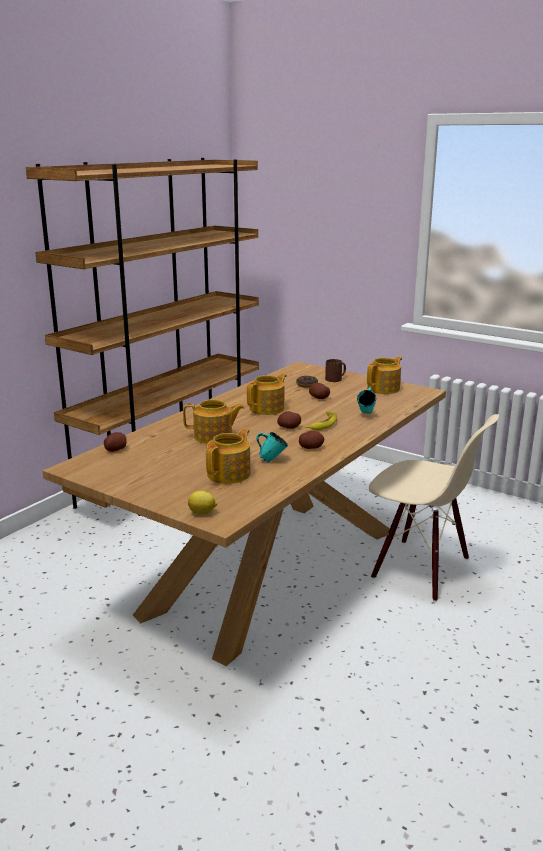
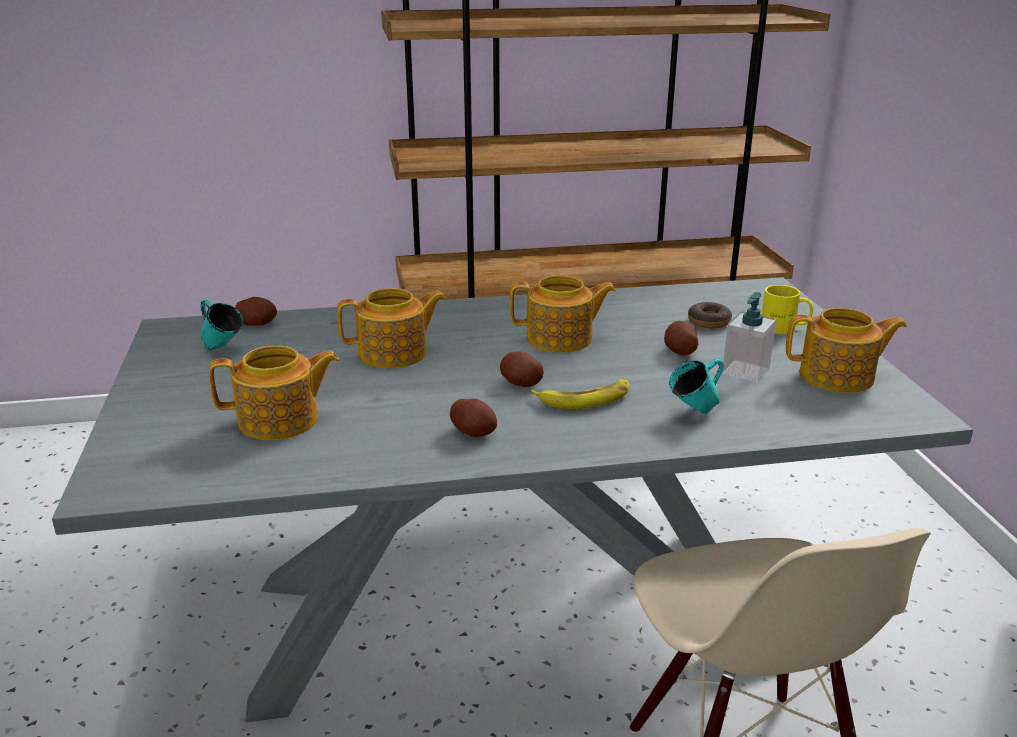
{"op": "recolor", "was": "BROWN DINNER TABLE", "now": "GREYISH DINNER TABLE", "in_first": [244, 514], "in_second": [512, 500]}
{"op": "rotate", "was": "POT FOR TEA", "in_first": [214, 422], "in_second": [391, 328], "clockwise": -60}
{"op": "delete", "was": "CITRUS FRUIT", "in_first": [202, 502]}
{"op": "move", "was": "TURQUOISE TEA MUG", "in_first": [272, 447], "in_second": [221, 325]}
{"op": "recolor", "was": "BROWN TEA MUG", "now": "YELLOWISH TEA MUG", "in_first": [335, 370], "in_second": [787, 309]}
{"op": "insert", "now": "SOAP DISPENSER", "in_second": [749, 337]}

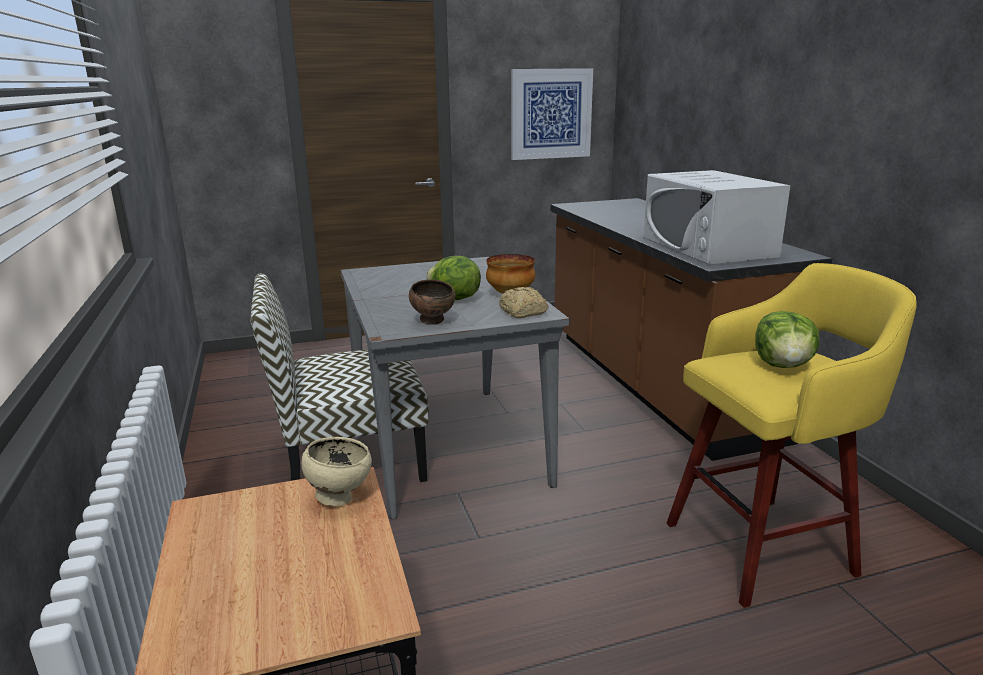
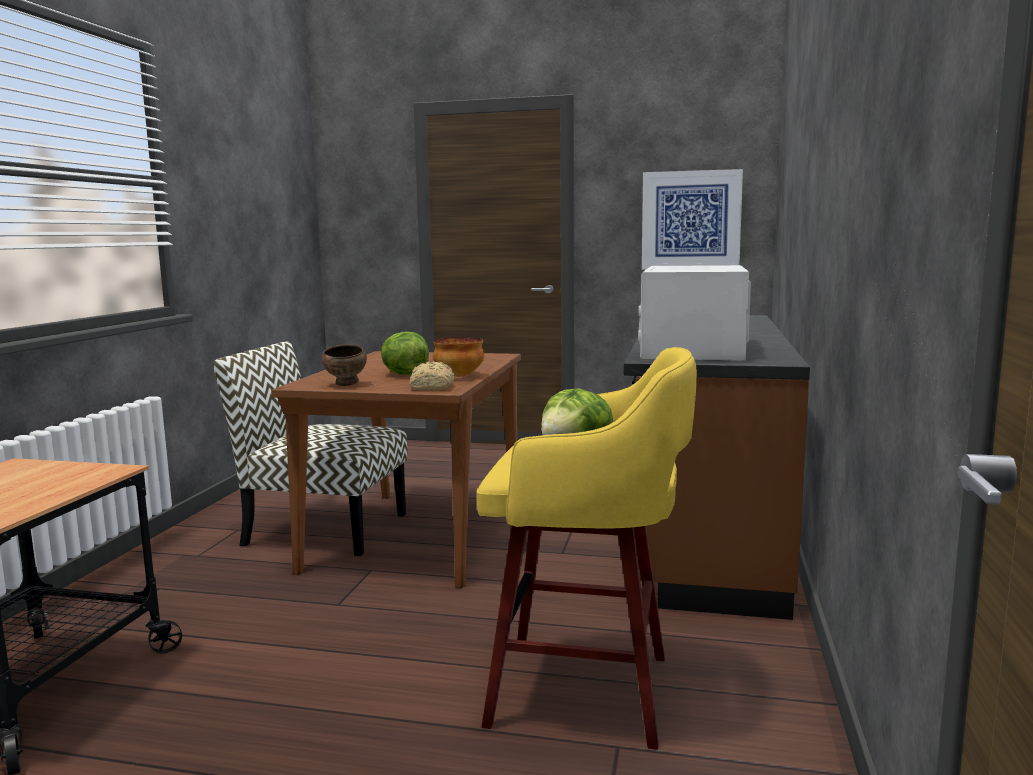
{"op": "delete", "was": "SAND-COLOURED BOWL", "in_first": [337, 471]}
{"op": "recolor", "was": "GREYISH DINNER TABLE", "now": "BROWN DINNER TABLE", "in_first": [455, 388], "in_second": [396, 469]}

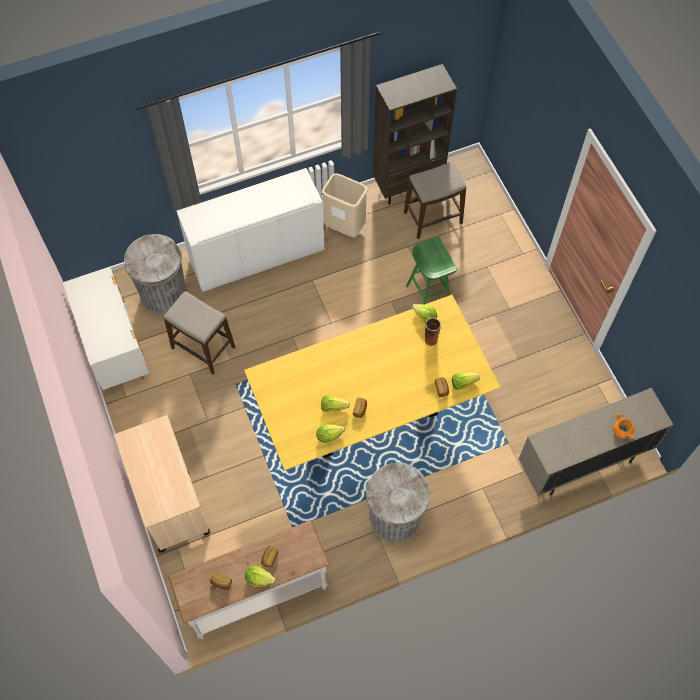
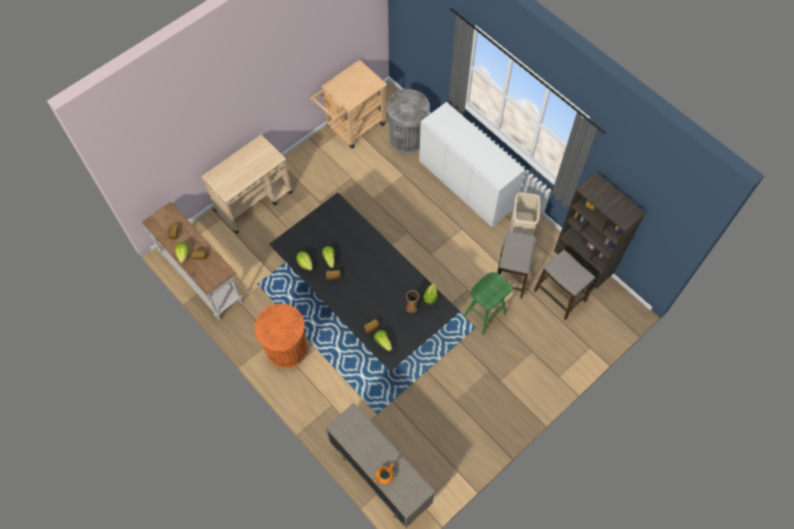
{"op": "replace", "was": "WHITE-COLOURED CHEST OF DRAWERS", "now": "SAND-COLOURED WHEELED CART", "in_first": [106, 329], "in_second": [348, 104]}
{"op": "move", "was": "SITTING STOOL", "in_first": [199, 333], "in_second": [516, 265]}
{"op": "recolor", "was": "YELLOWISH DINNER TABLE", "now": "BLACKISH DINNER TABLE", "in_first": [372, 383], "in_second": [364, 281]}
{"op": "recolor", "was": "GREYISH WASTE BIN", "now": "ORANGEY WASTE BIN", "in_first": [398, 503], "in_second": [281, 336]}

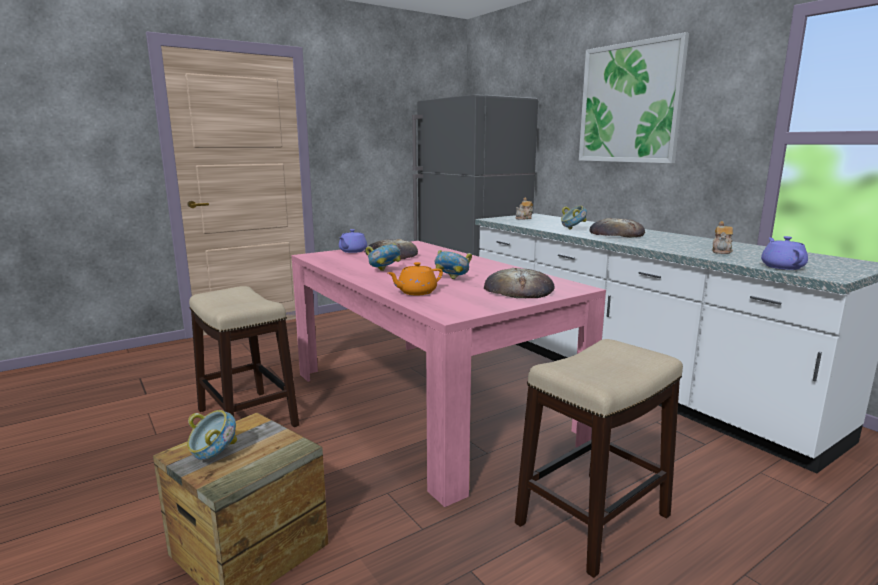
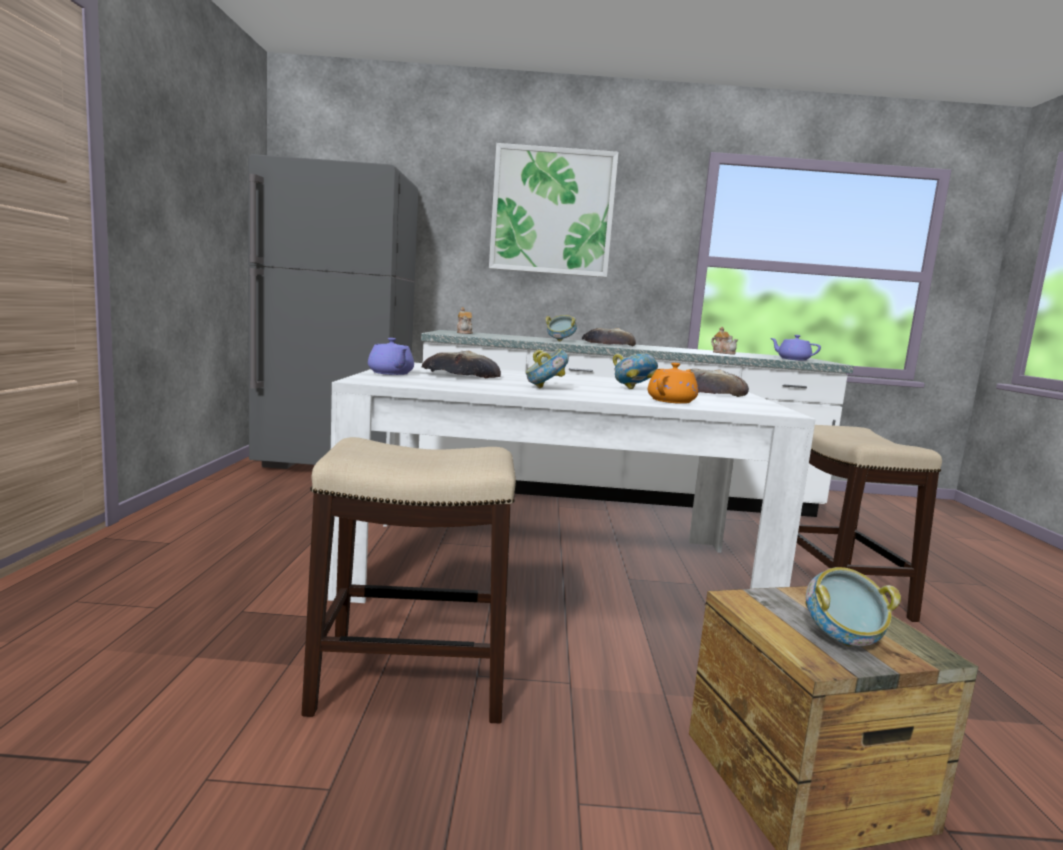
{"op": "recolor", "was": "PINKISH DINNER TABLE", "now": "WHITE-COLOURED DINNER TABLE", "in_first": [448, 374], "in_second": [572, 483]}
{"op": "rotate", "was": "ORANGEY POT FOR TEA", "in_first": [415, 278], "in_second": [673, 383], "clockwise": -150}

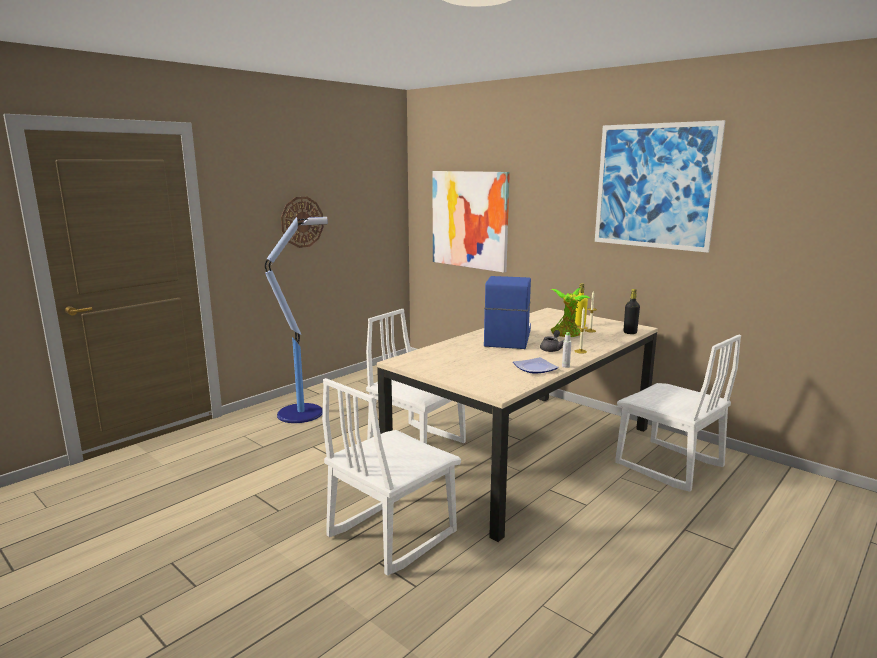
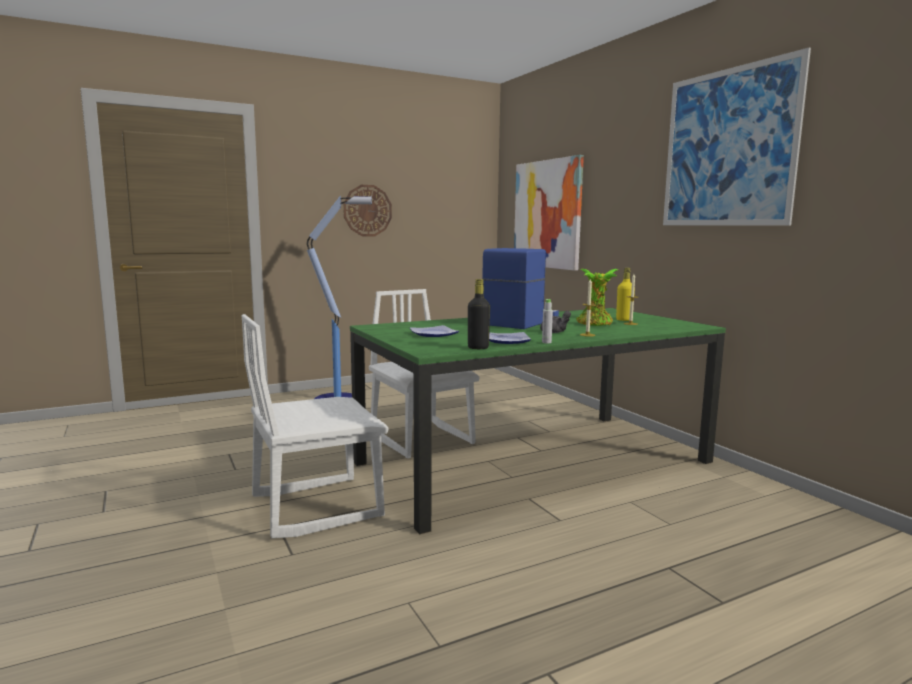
{"op": "recolor", "was": "SAND-COLOURED DINNER TABLE", "now": "GREEN-COLOURED DINNER TABLE", "in_first": [517, 425], "in_second": [538, 421]}
{"op": "delete", "was": "WHITE-COLOURED PLAIN CHAIR", "in_first": [678, 413]}
{"op": "move", "was": "BLACKISH BOTTLE", "in_first": [632, 311], "in_second": [479, 314]}
{"op": "insert", "now": "DINNER PLATE", "in_second": [434, 331]}

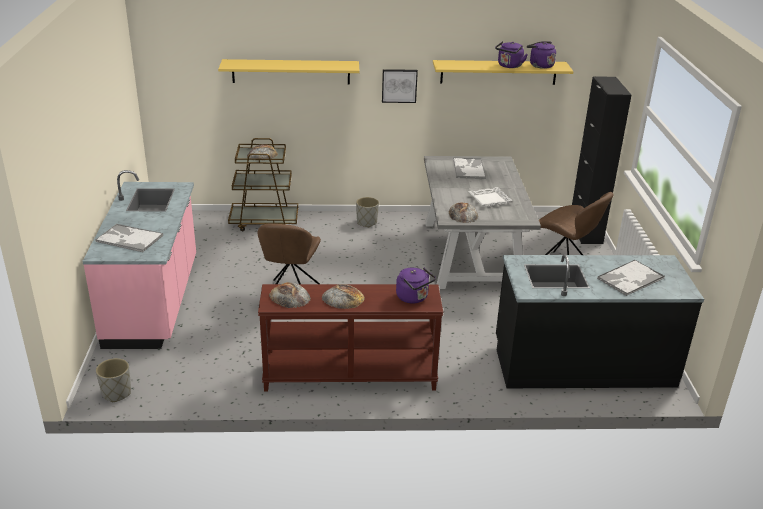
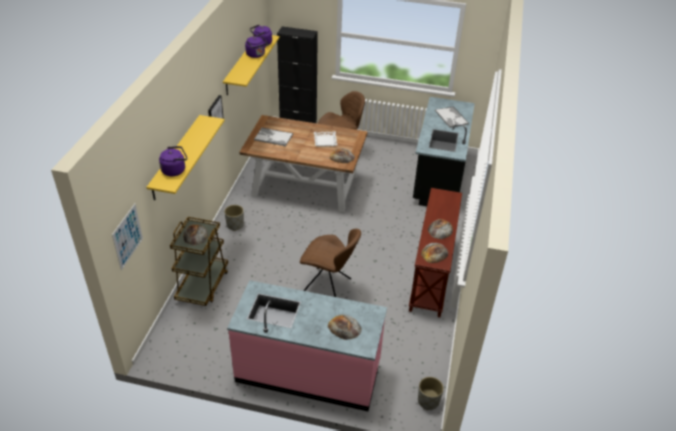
{"op": "replace", "was": "SERVING TRAY", "now": "BAKED BREAD", "in_first": [129, 238], "in_second": [345, 327]}
{"op": "move", "was": "PURPLE-COLOURED WATER KETTLE", "in_first": [416, 285], "in_second": [173, 161]}
{"op": "recolor", "was": "GREYISH DINNER TABLE", "now": "BROWN DINNER TABLE", "in_first": [482, 222], "in_second": [303, 163]}
{"op": "insert", "now": "WALL ART", "in_second": [127, 237]}

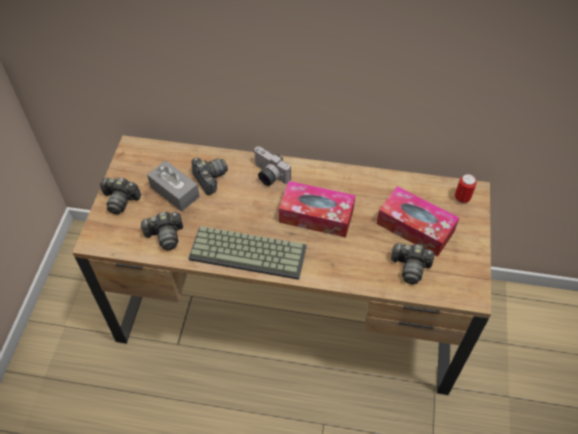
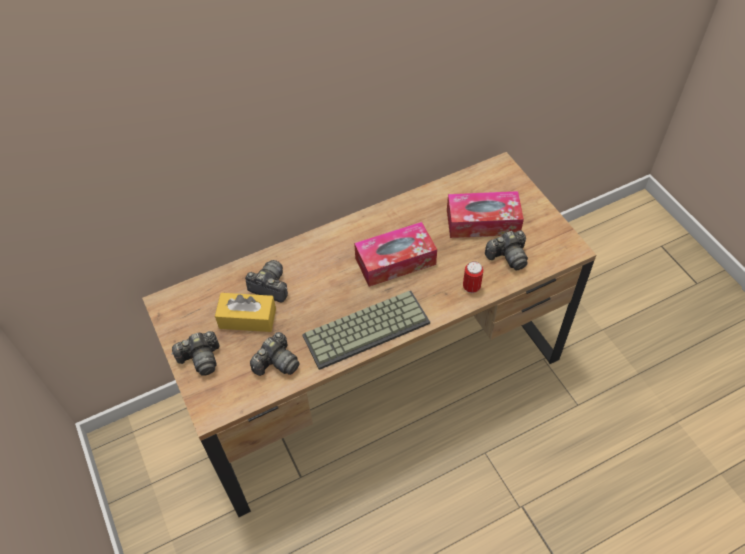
{"op": "recolor", "was": "GREYISH TISSUE HOLDER", "now": "YELLOWISH TISSUE HOLDER", "in_first": [173, 186], "in_second": [245, 312]}
{"op": "delete", "was": "PHOTO CAMERA", "in_first": [272, 166]}
{"op": "move", "was": "CAN", "in_first": [466, 189], "in_second": [473, 277]}

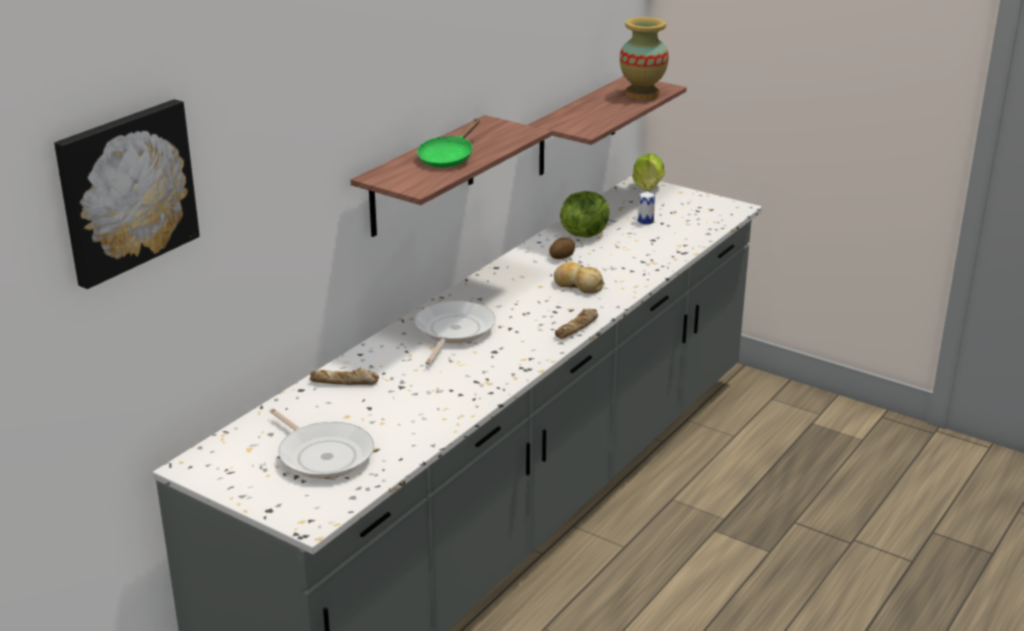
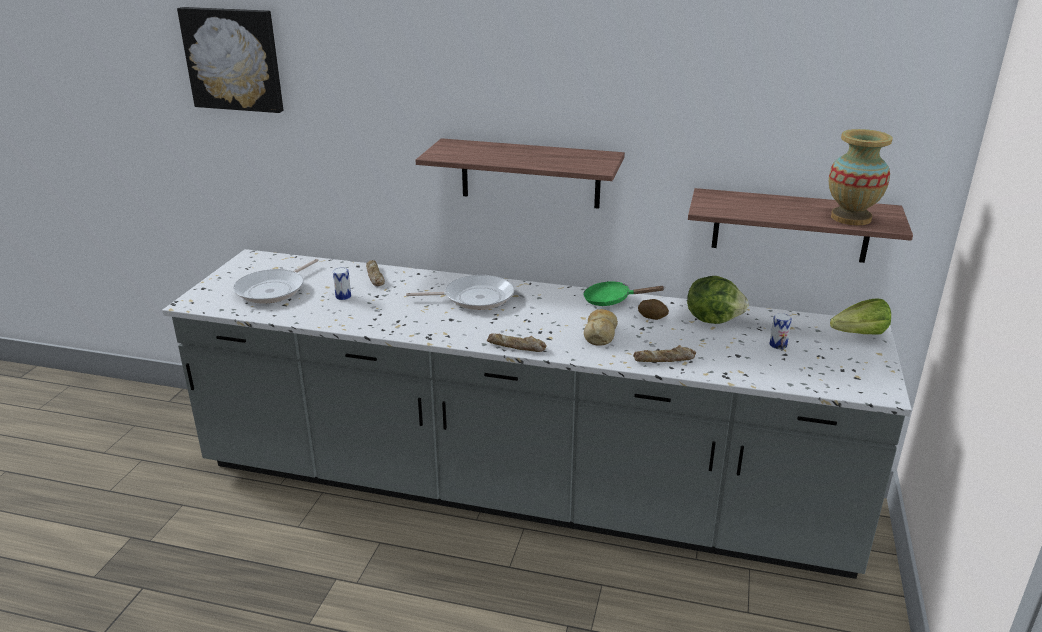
{"op": "move", "was": "GREEN-COLOURED PAN", "in_first": [448, 143], "in_second": [623, 293]}
{"op": "insert", "now": "CAN", "in_second": [342, 283]}
{"op": "insert", "now": "BAKED BREAD", "in_second": [664, 353]}

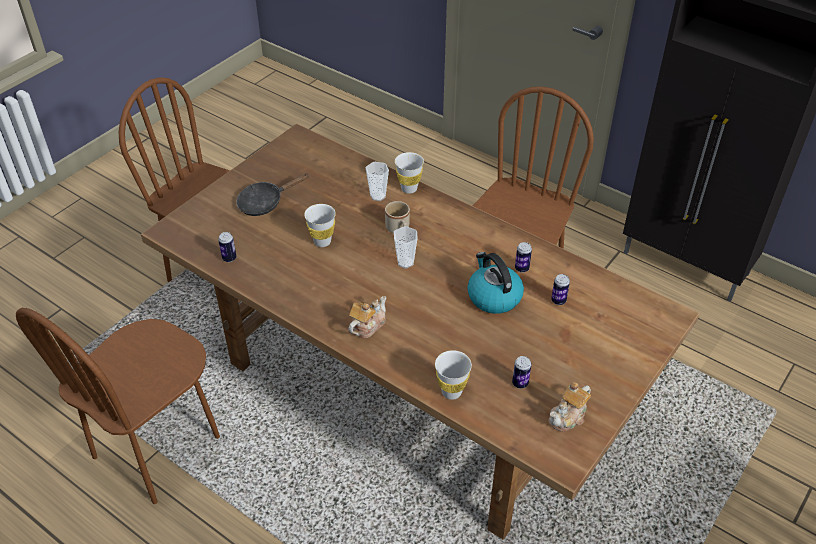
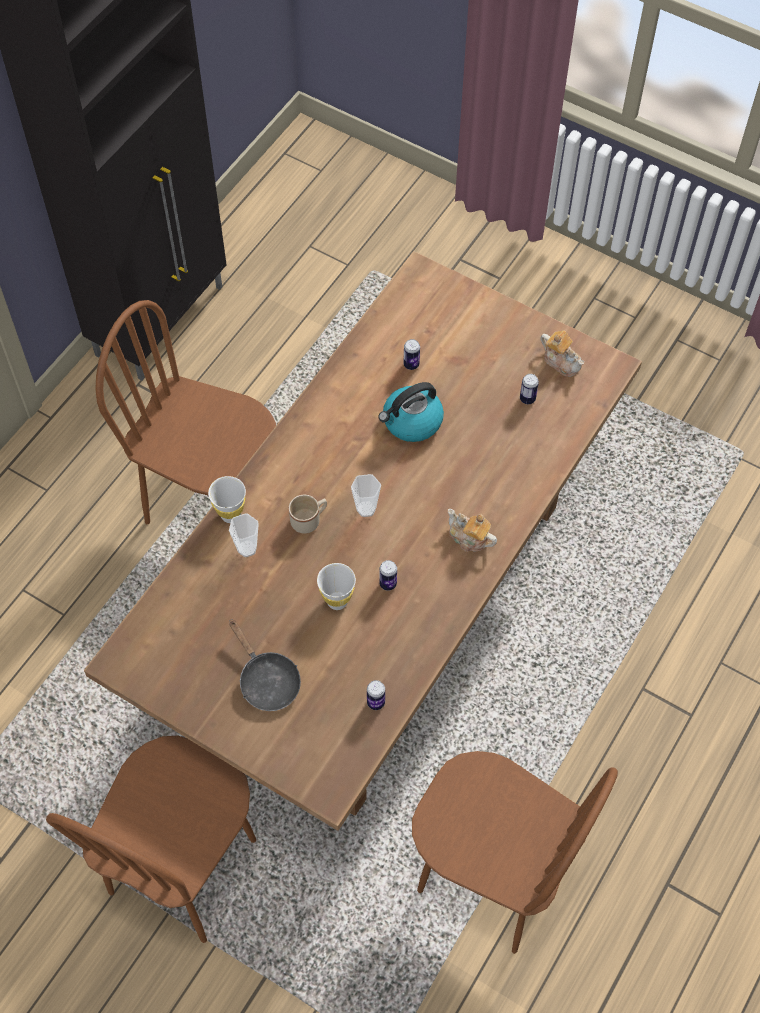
{"op": "delete", "was": "WHITE-COLOURED DRINKING CUP", "in_first": [453, 375]}
{"op": "move", "was": "CAN", "in_first": [523, 257], "in_second": [388, 575]}

